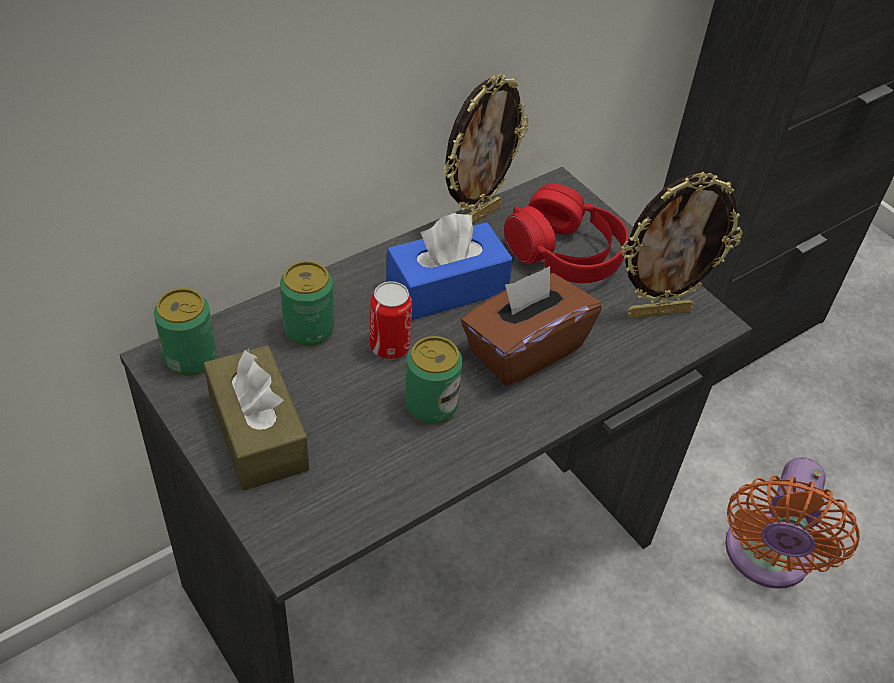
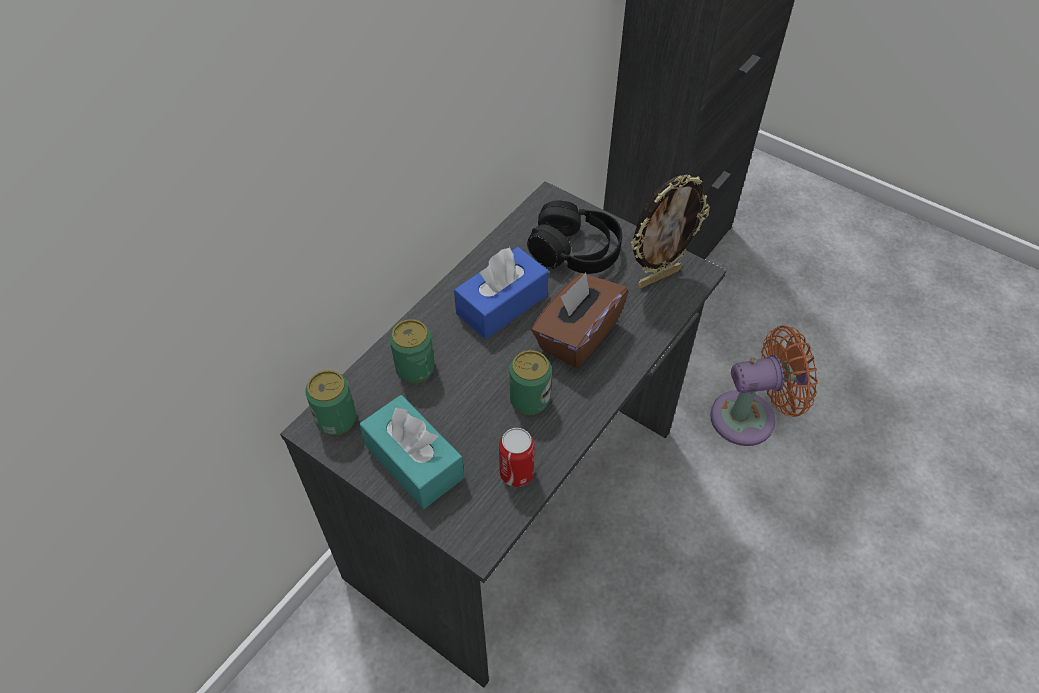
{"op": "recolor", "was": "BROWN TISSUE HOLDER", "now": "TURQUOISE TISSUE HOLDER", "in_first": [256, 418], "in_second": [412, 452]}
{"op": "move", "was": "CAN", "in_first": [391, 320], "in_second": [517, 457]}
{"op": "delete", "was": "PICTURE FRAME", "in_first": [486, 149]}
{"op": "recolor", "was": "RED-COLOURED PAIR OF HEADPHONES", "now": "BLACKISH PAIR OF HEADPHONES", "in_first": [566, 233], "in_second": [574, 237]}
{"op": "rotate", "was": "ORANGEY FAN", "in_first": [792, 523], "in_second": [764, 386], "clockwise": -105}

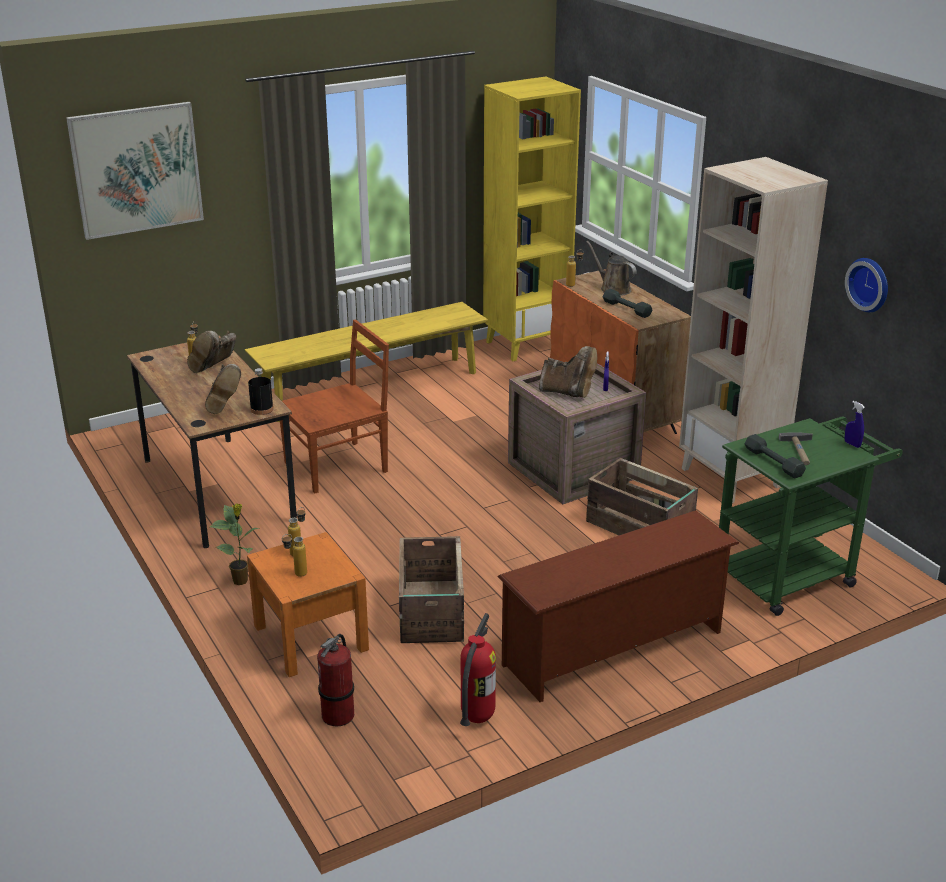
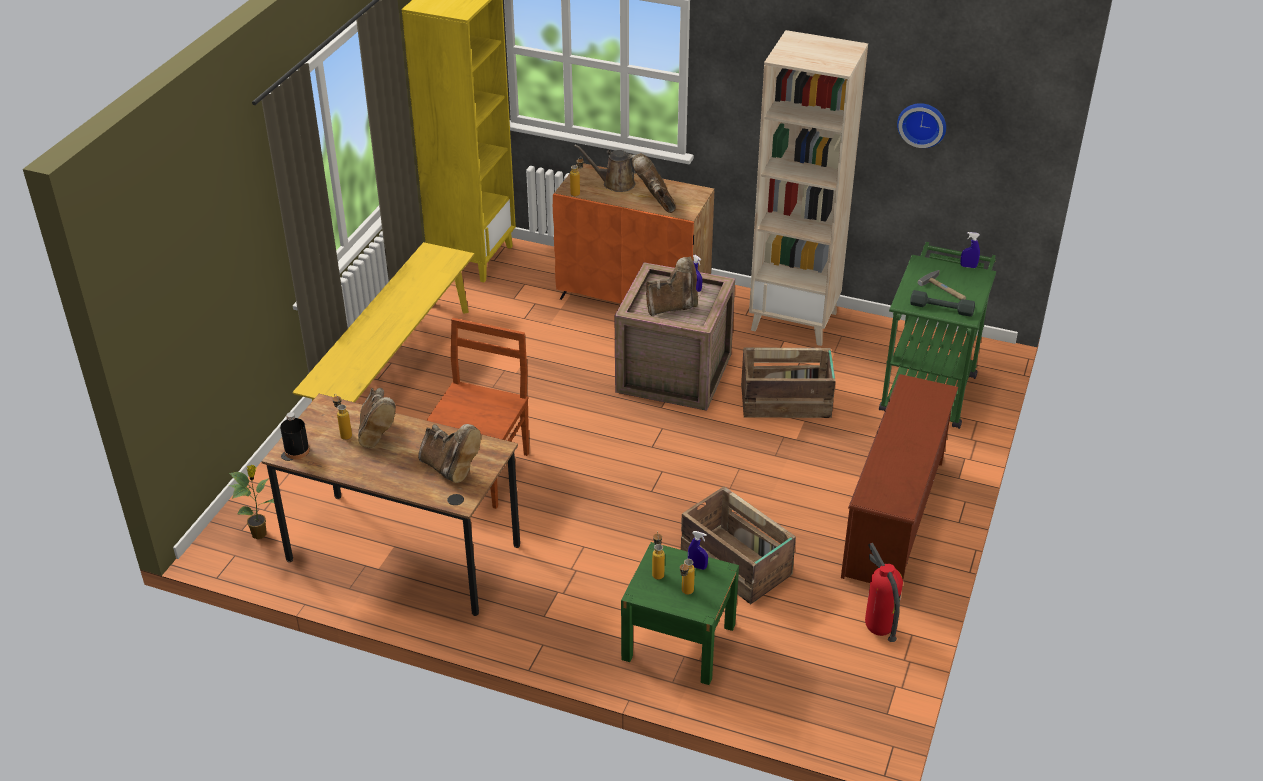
{"op": "delete", "was": "WALL ART", "in_first": [135, 171]}
{"op": "move", "was": "POTTED PLANT", "in_first": [235, 544], "in_second": [251, 502]}
{"op": "recolor", "was": "ORANGEY NIGHT TABLE", "now": "GREEN-COLOURED NIGHT TABLE", "in_first": [308, 604], "in_second": [680, 613]}
{"op": "move", "was": "BLACKISH BOTTLE", "in_first": [261, 391], "in_second": [295, 435]}
{"op": "delete", "was": "EXTINGUISHER", "in_first": [335, 680]}
{"op": "replace", "was": "GREYISH FREE WEIGHT", "now": "BROWN BOOT", "in_first": [627, 303], "in_second": [654, 183]}
{"op": "insert", "now": "BLUISH SPRAYER", "in_second": [698, 550]}

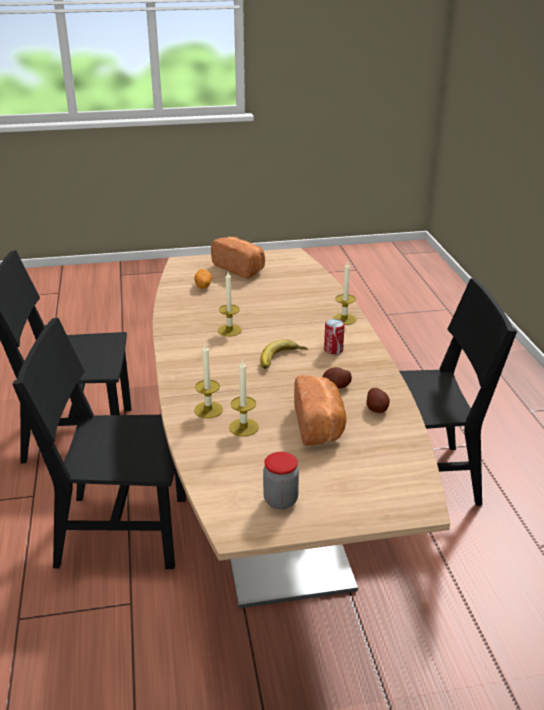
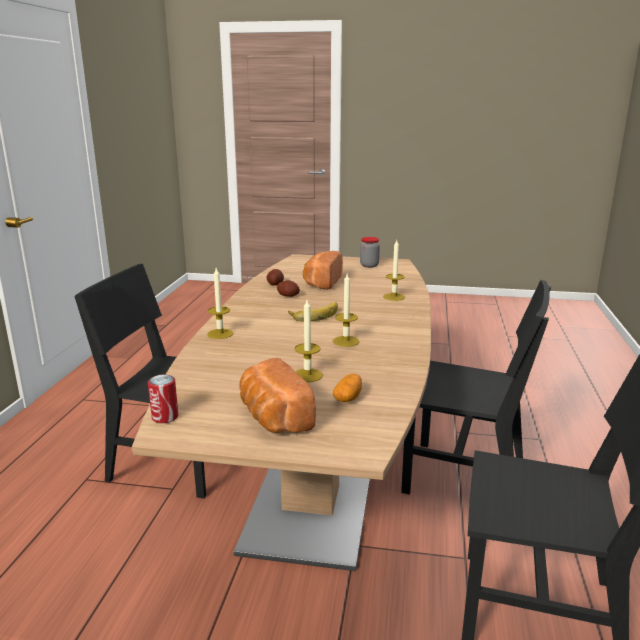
{"op": "move", "was": "WAX LIGHT", "in_first": [244, 398], "in_second": [308, 341]}
{"op": "move", "was": "CAN", "in_first": [334, 336], "in_second": [163, 398]}

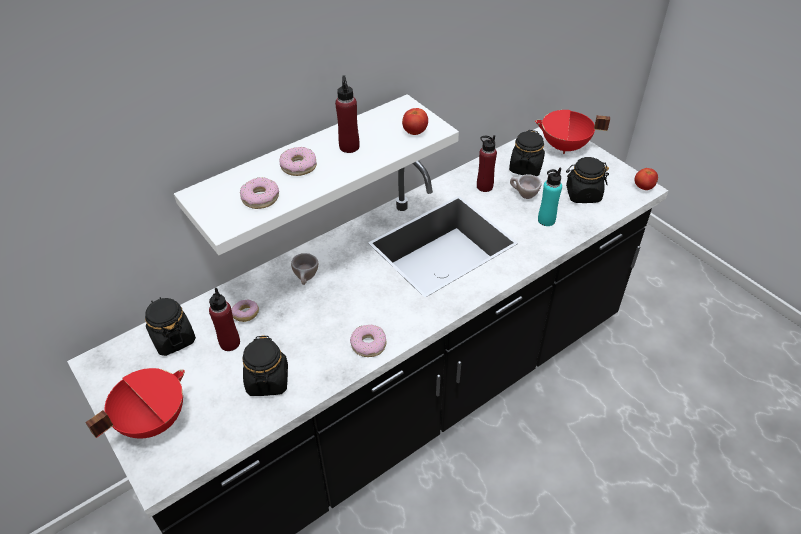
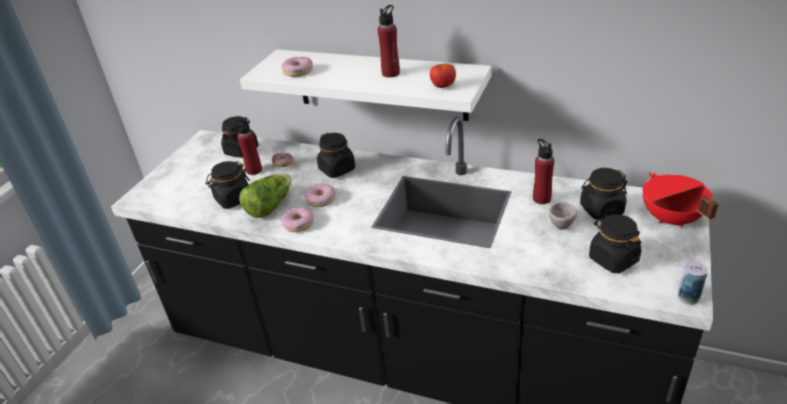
{"op": "delete", "was": "RED-COLOURED STOCKPOT", "in_first": [135, 403]}
{"op": "move", "was": "DONUT", "in_first": [298, 161], "in_second": [320, 195]}
{"op": "replace", "was": "SAND-COLOURED DRINKING CUP", "now": "BLACKISH PRESERVE JAR", "in_first": [304, 269], "in_second": [336, 155]}
{"op": "delete", "was": "TURQUOISE BOTTLE", "in_first": [550, 196]}
{"op": "replace", "was": "WHOLE TOMATO", "now": "CAN", "in_first": [646, 179], "in_second": [693, 283]}
{"op": "insert", "now": "LETTUCE", "in_second": [265, 196]}

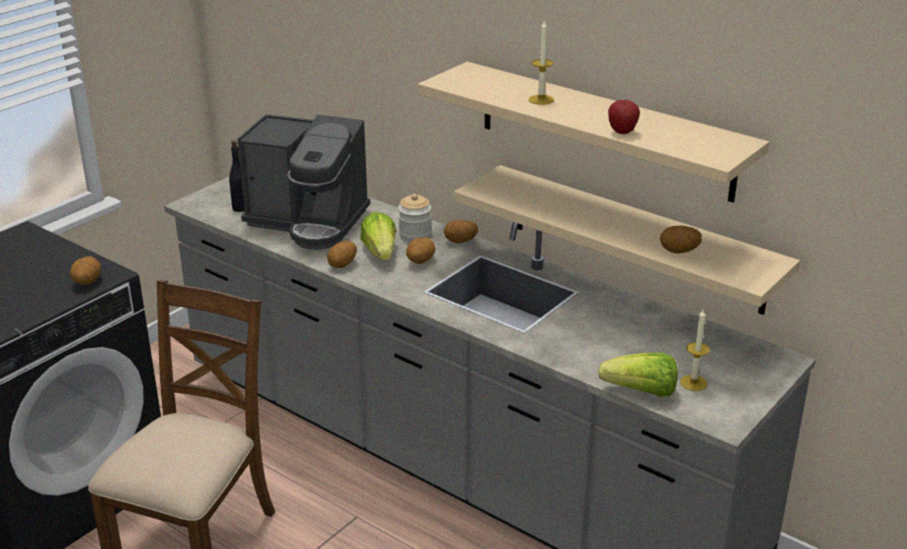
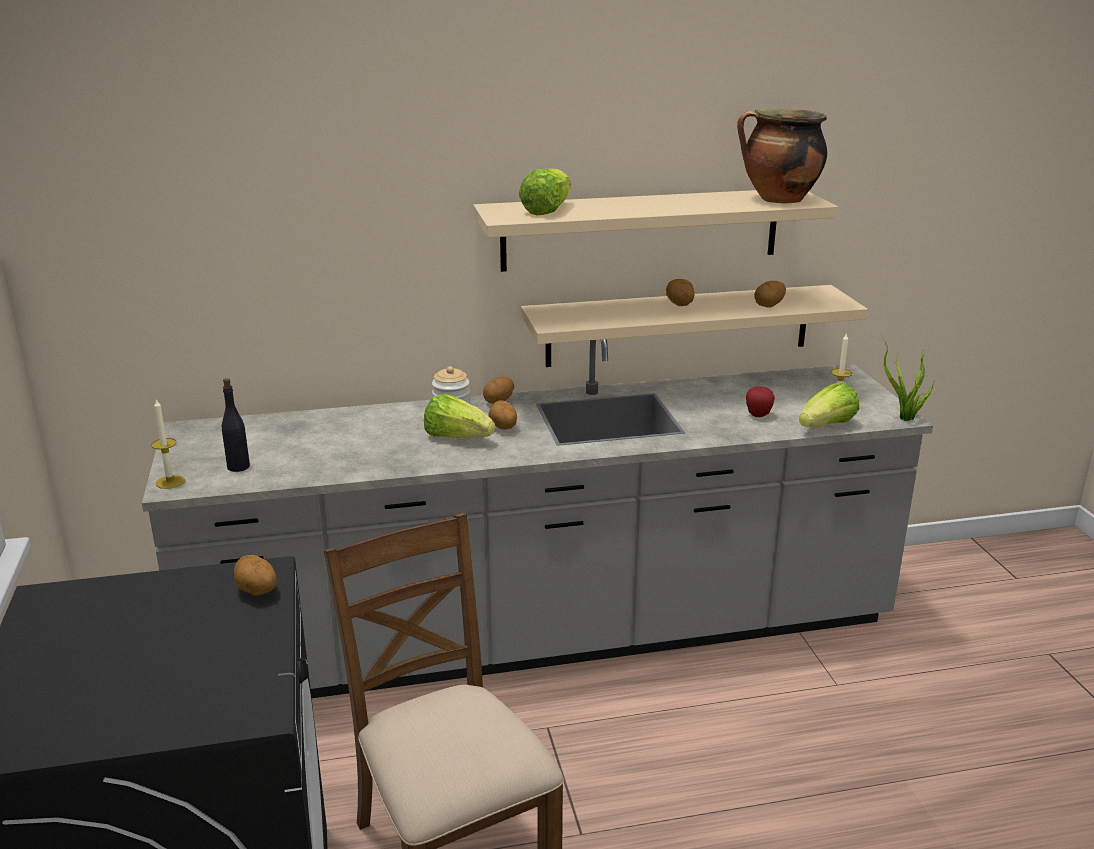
{"op": "delete", "was": "COFFEE BREWER", "in_first": [303, 182]}
{"op": "move", "was": "POTATO", "in_first": [342, 254], "in_second": [680, 292]}
{"op": "move", "was": "WAX LIGHT", "in_first": [541, 62], "in_second": [168, 444]}
{"op": "move", "was": "APPLE", "in_first": [624, 117], "in_second": [760, 401]}
{"op": "insert", "now": "LETTUCE", "in_second": [545, 191]}
{"op": "insert", "now": "STOCKPOT", "in_second": [782, 156]}
{"op": "insert", "now": "POTTED PLANT", "in_second": [908, 378]}

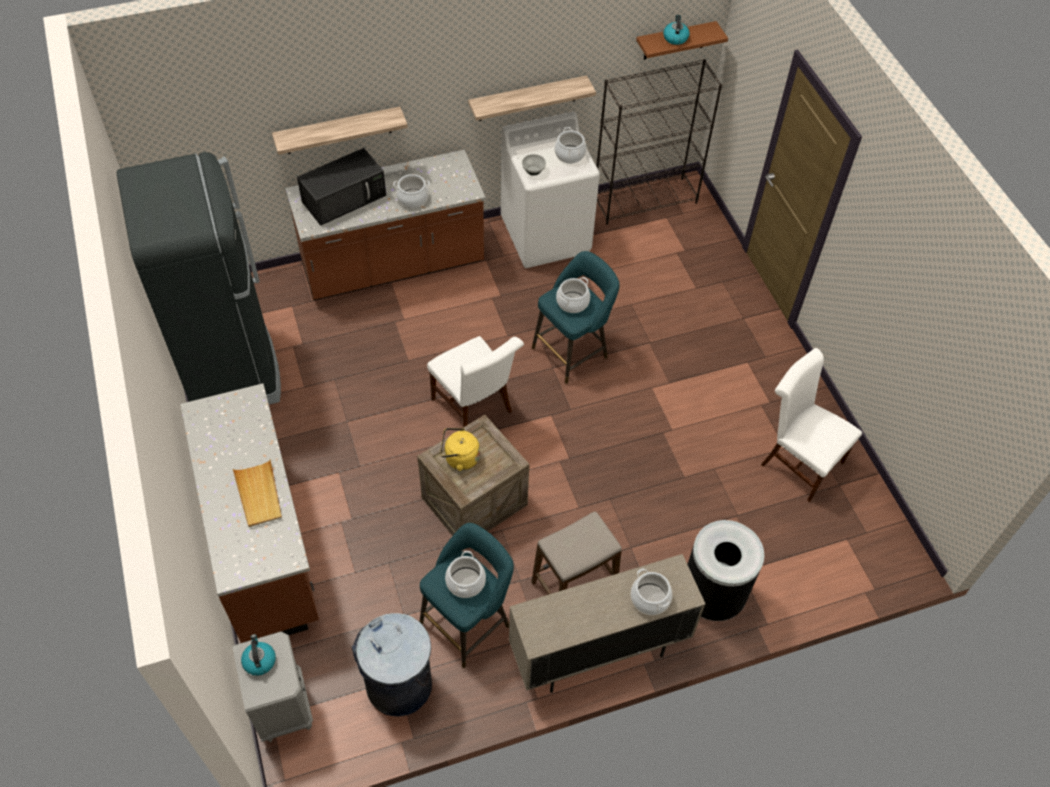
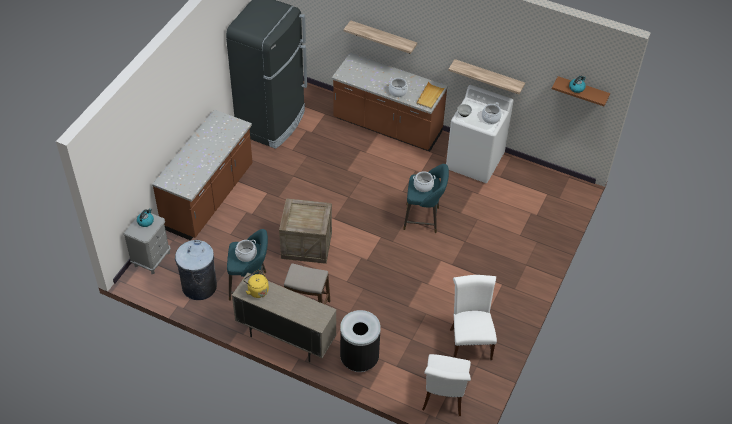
{"op": "move", "was": "SAND-COLOURED SERVING TRAY", "in_first": [257, 493], "in_second": [430, 95]}
{"op": "delete", "was": "BLACKISH KITCHEN MICROWAVE", "in_first": [341, 187]}
{"op": "move", "was": "WHITE-COLOURED PLAIN CHAIR", "in_first": [475, 382], "in_second": [446, 385]}
{"op": "move", "was": "YELLOWISH WATER KETTLE", "in_first": [460, 449], "in_second": [256, 284]}
{"op": "delete", "was": "BLACKISH BOOKCASE", "in_first": [659, 142]}
{"op": "delete", "was": "STOCKPOT", "in_first": [651, 591]}

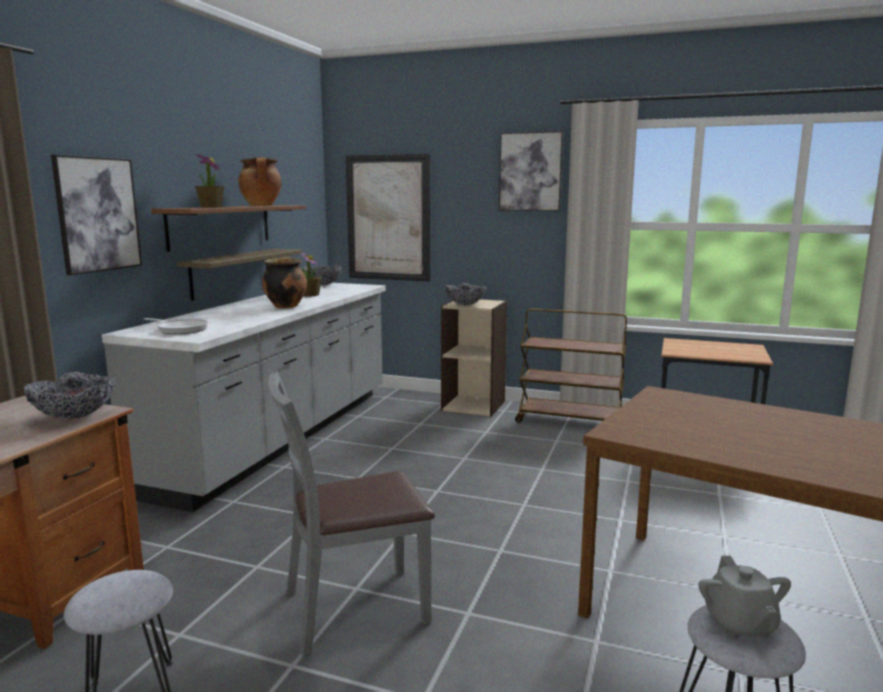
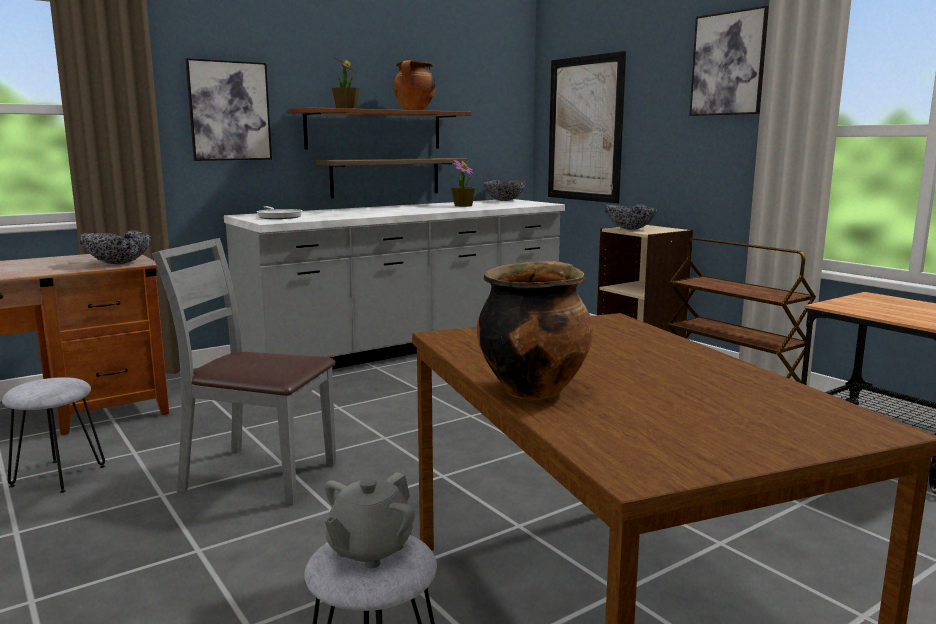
{"op": "move", "was": "STOCKPOT", "in_first": [284, 283], "in_second": [535, 330]}

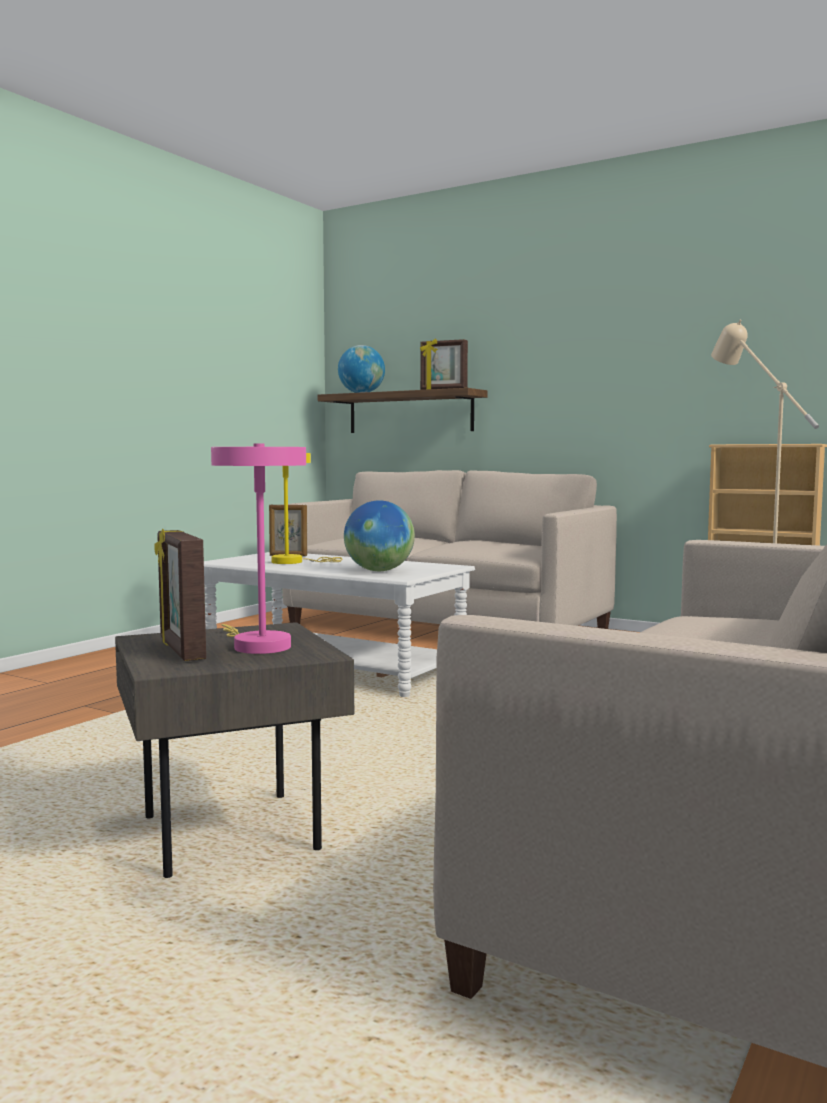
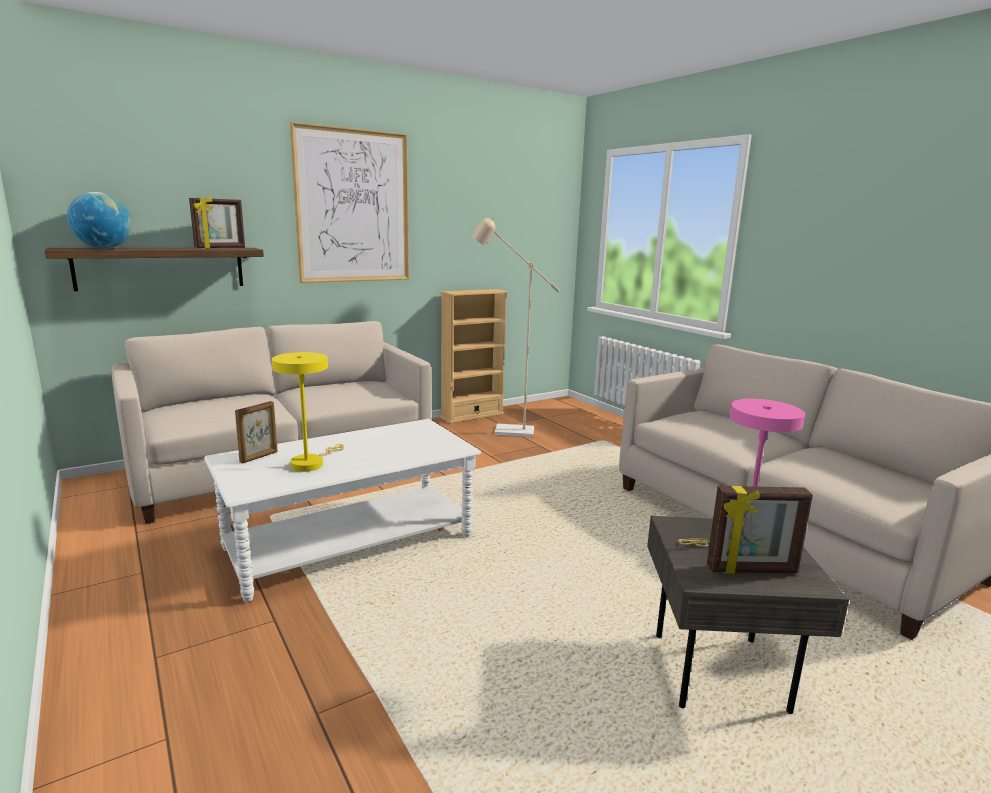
{"op": "delete", "was": "DESK GLOBE", "in_first": [379, 535]}
{"op": "insert", "now": "WALL ART", "in_second": [349, 202]}

